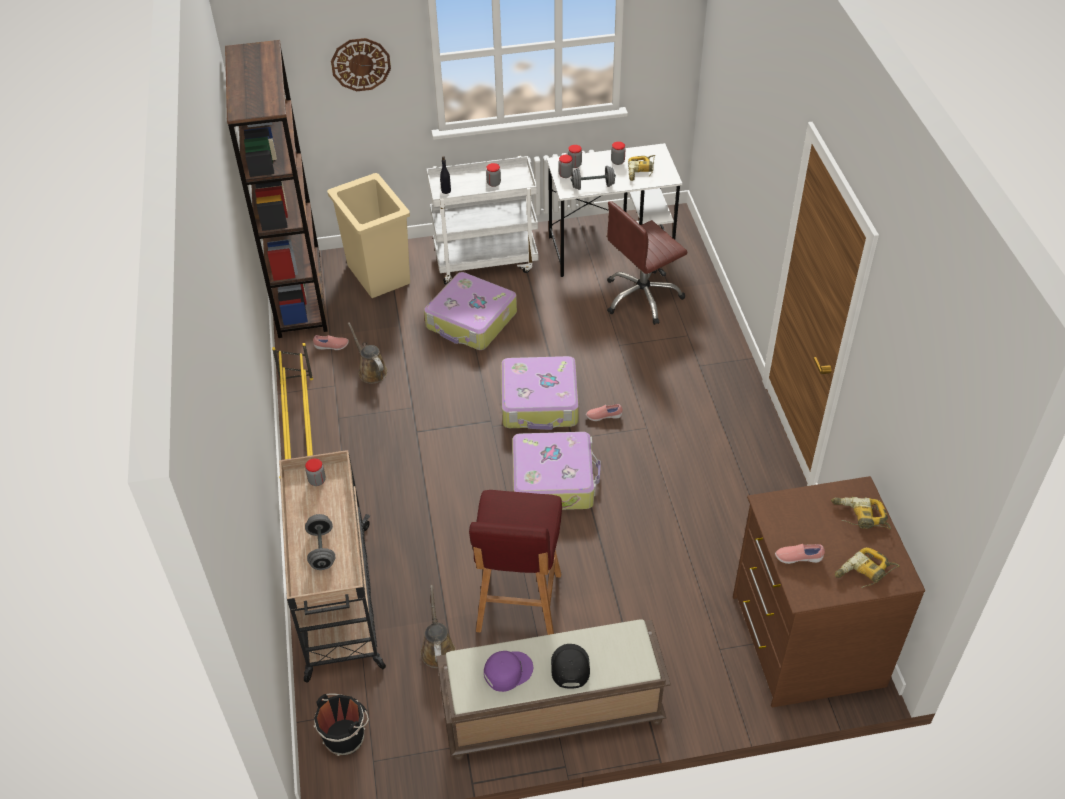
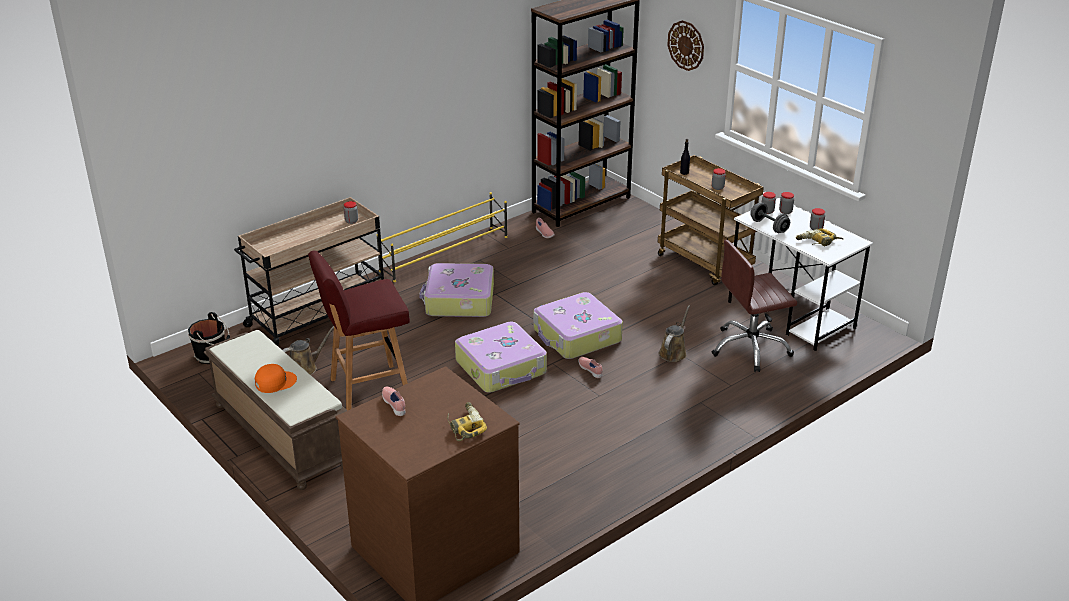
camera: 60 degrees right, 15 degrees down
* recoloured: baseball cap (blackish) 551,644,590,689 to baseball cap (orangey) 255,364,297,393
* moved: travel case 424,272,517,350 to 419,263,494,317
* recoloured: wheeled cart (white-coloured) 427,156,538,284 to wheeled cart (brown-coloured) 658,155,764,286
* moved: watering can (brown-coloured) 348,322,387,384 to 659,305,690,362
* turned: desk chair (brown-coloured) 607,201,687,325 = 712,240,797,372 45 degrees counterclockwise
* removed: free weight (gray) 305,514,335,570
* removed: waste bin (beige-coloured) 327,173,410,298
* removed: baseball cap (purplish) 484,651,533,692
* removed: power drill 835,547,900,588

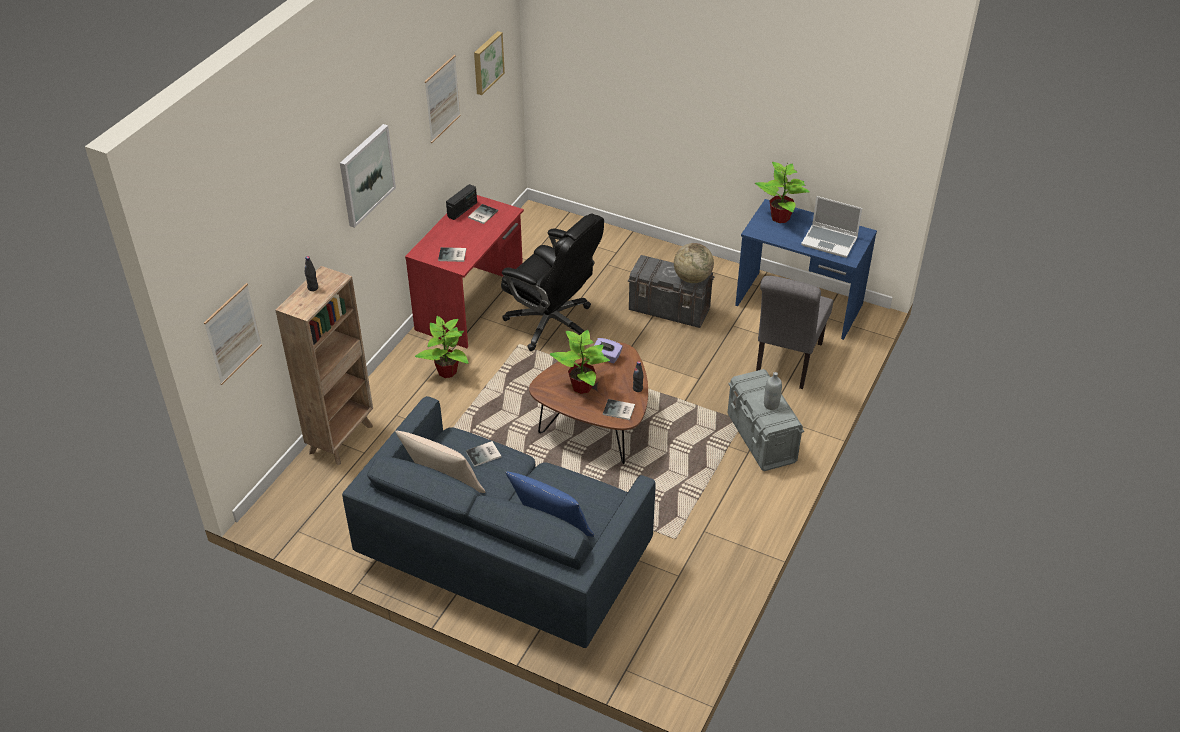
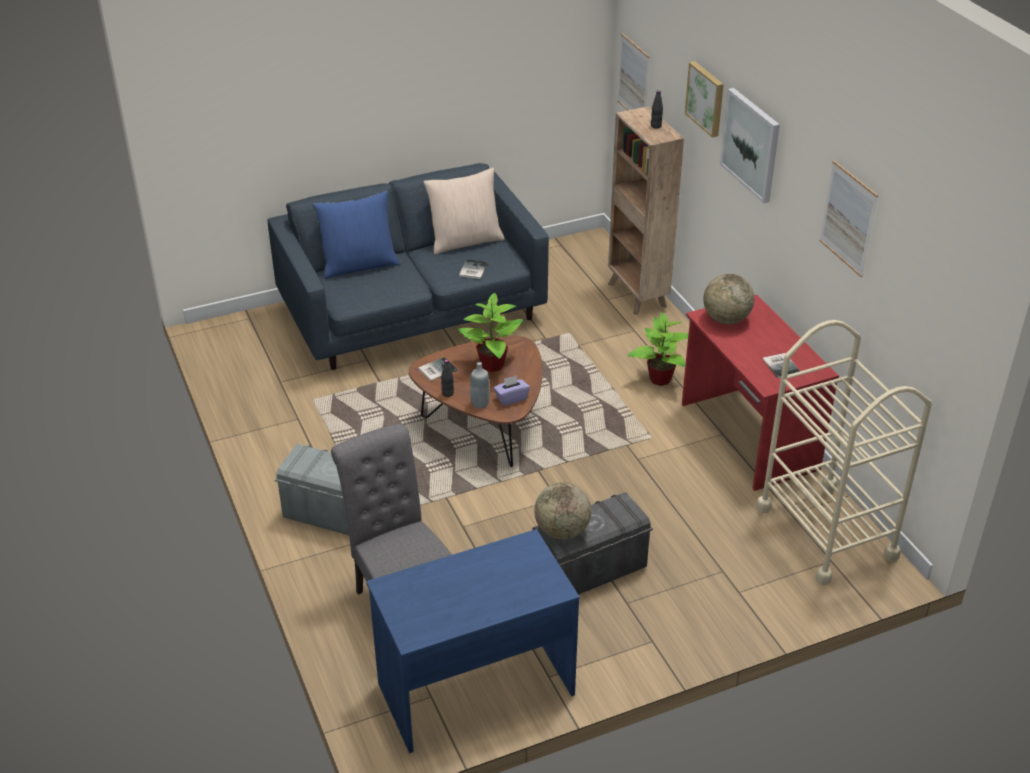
camera: 130 degrees right, 5 degrees down
* moved: bottle (gray) 764,372,782,410 to 470,362,489,409
* moved: wall picture 474,31,505,95 to 685,61,724,137
* replaced: bound book 438,247,466,262 to desk globe 703,274,754,324
* added: wheeled cart (beige-coloured) 756,320,932,585
* removed: radio 446,184,477,220
* removed: desk chair (blackish) 501,214,604,351
* removed: plant in a pot 755,162,810,223
* removed: laptop 801,196,862,258

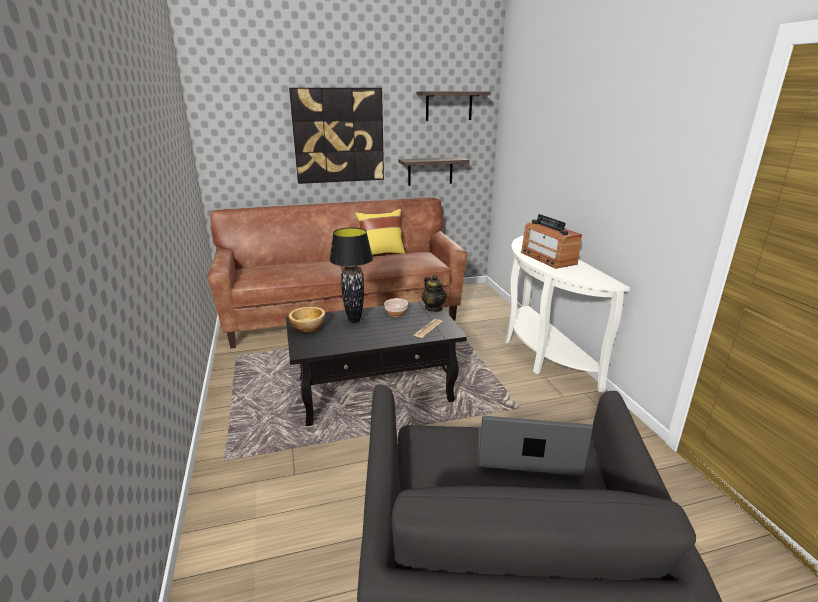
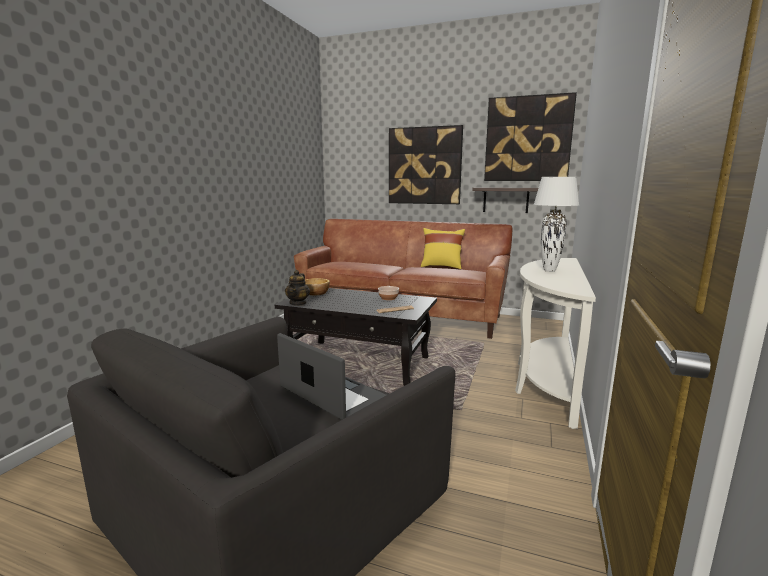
camera: 35 degrees right, 10 degrees down
* moved: pot for tea 422,275,447,312 to 285,270,310,306
* replaced: shelf 416,91,491,121 to wall picture 484,92,577,181
* replaced: radio 521,214,582,269 to table lamp (white-coloured) 534,177,579,272
* removed: table lamp (blackish) 329,228,373,323

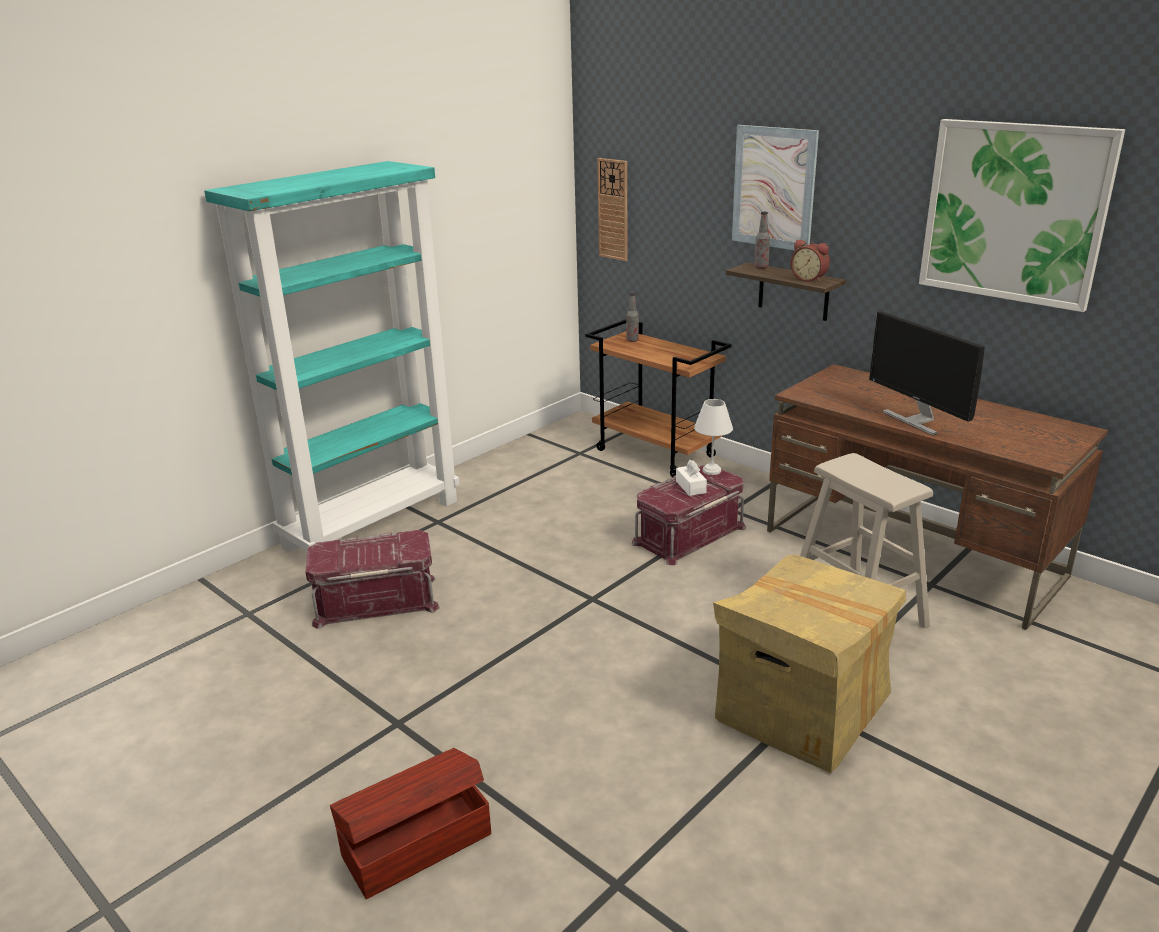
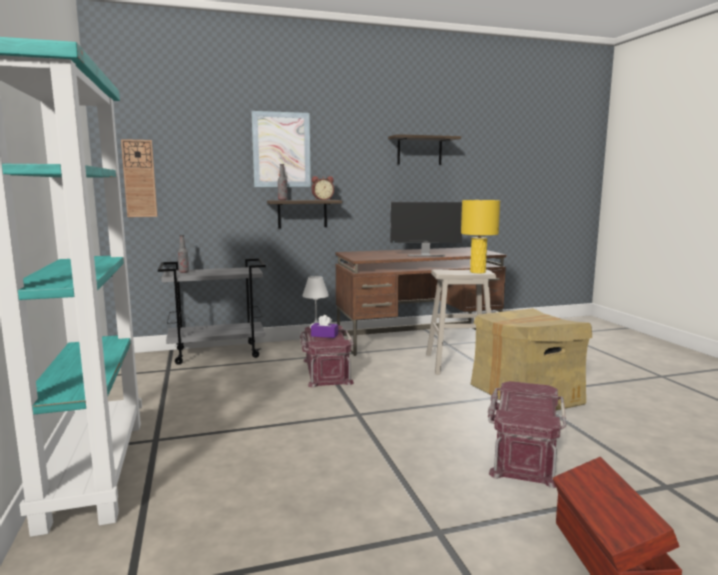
camera: 60 degrees left, 15 degrees down
* recoloured: wheeled cart (brown-coloured) 585,319,731,477 to wheeled cart (gray) 158,258,266,365
* recoloured: tissue box (white-coloured) 676,460,707,496 to tissue box (purplish) 311,315,338,338
* replaced: wall picture 919,119,1125,312 to shelf 388,134,461,165
* added: table lamp (yellow) 461,200,500,273
* moved: storage bin (red) 305,530,440,629 to 488,381,566,488

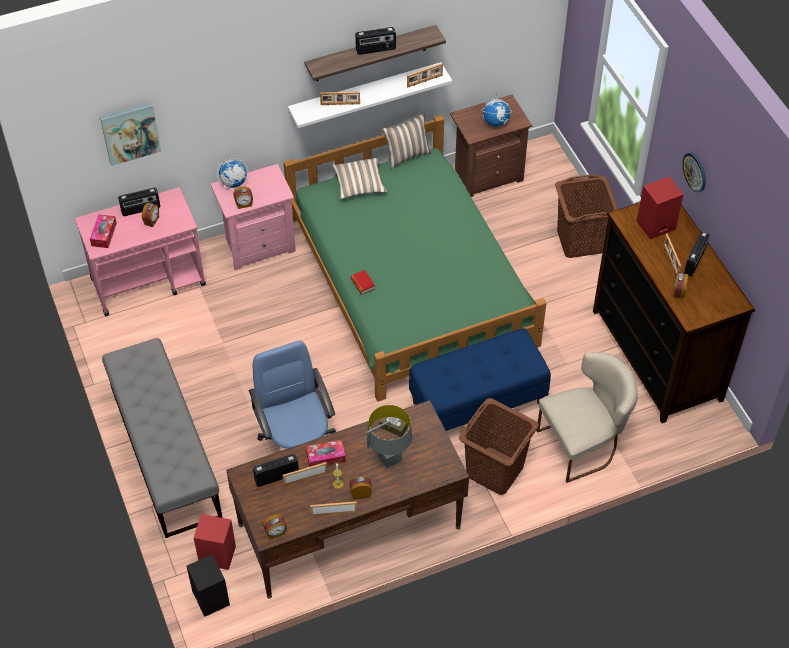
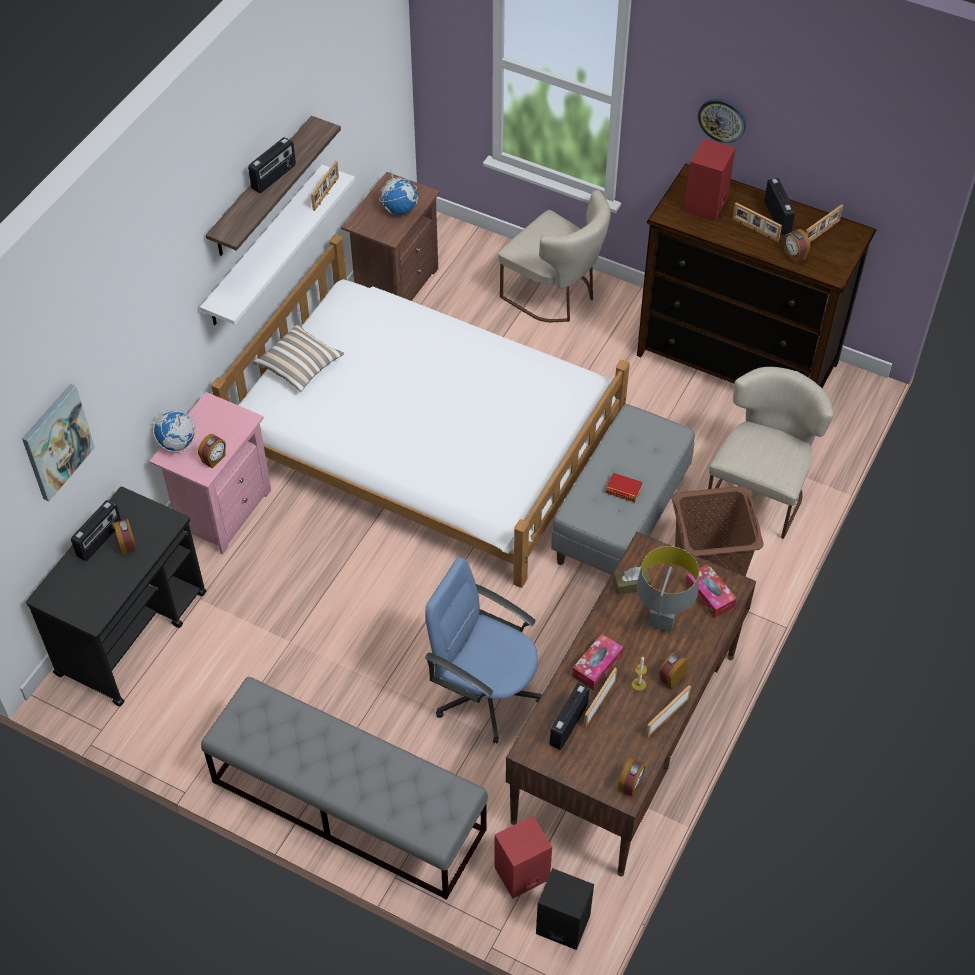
camera: 40 degrees left, 0 degrees up
* recoloured: wheeled cart (pink) 75,188,206,316 to wheeled cart (blackish) 26,487,207,706
* recoloured: sleeping bed (greenish) 283,115,546,402 to sleeping bed (white-coloured) 211,234,630,588
* replaced: hamper (brown-coloured) 555,175,618,258 to chair (beige-coloured) 498,190,611,322
* recoloured: bench (bluish) 409,328,551,431 to bench (gray) 551,404,695,575
* moved: bound book 351,270,375,294 to 606,473,643,502
* moved: tissue box 90,214,117,248 to 686,564,737,619
* moved: standing frame 320,91,360,105 to 806,204,843,242
* removed: throw pillow 382,112,431,169

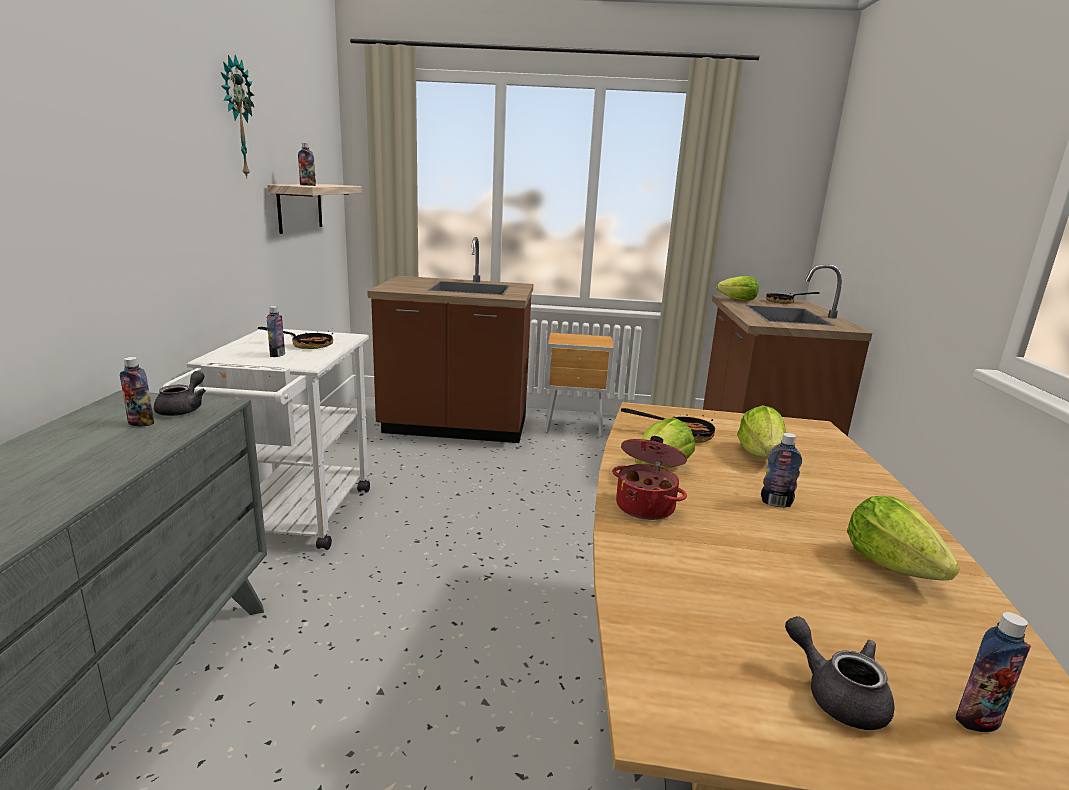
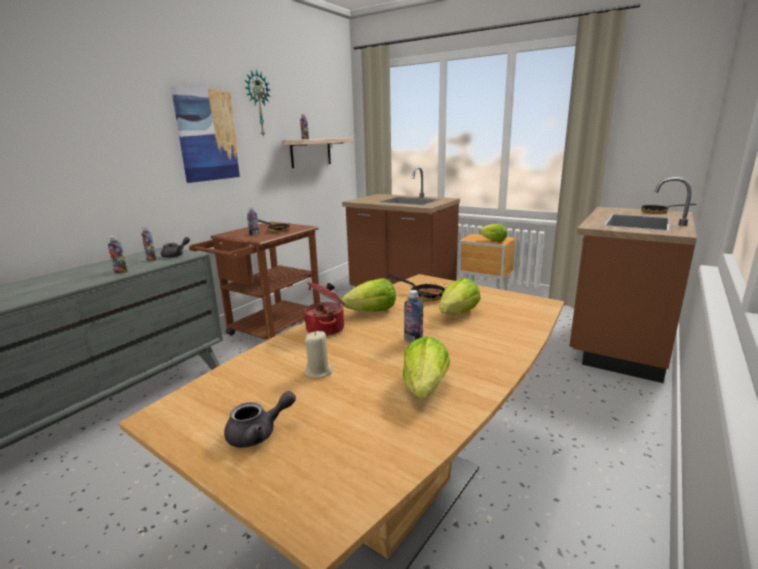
camera: 30 degrees right, 0 degrees up
* moved: bottle 956,612,1031,732 to 108,236,127,273
* added: wall picture 171,87,241,183
* recoloured: wheeled cart (white-coloured) 163,329,370,550 to wheeled cart (brown-coloured) 189,221,320,340
* turned: pot for tea (gray) 785,616,895,730 = 224,391,296,448 75 degrees clockwise
* added: candle (beige-coloured) 305,331,332,378
* moved: lettuce 716,276,759,301 to 479,224,507,242

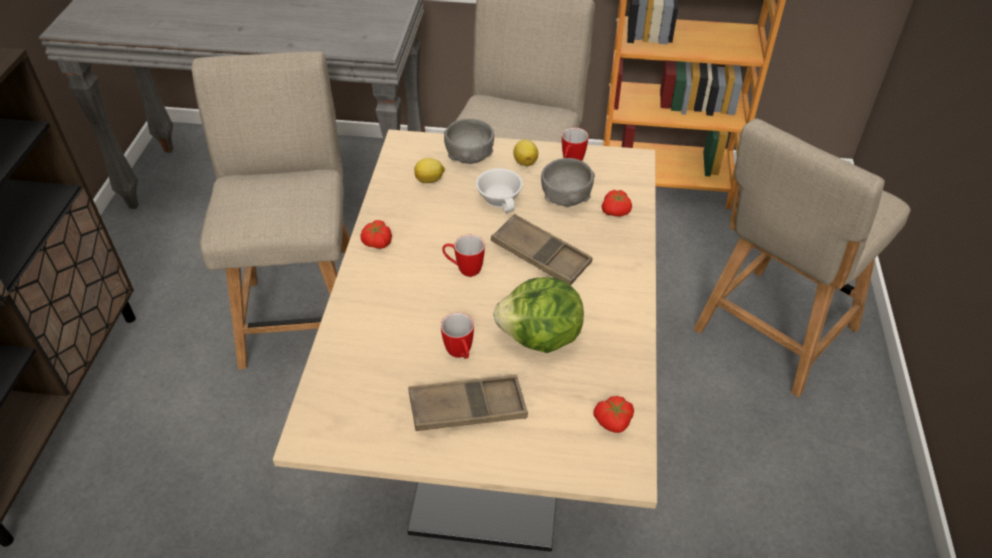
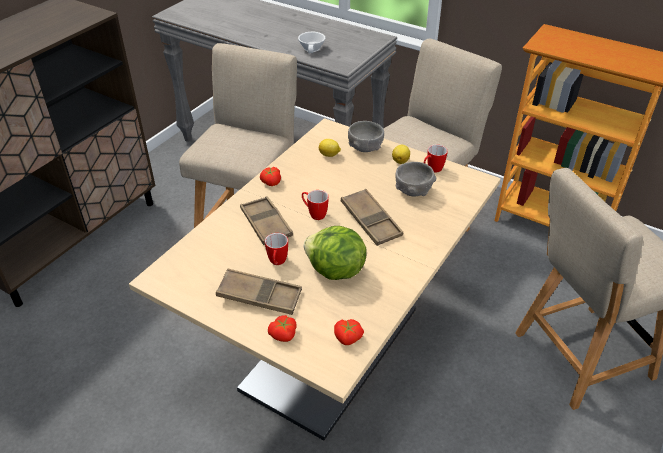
camera: 25 degrees right, 5 degrees down
* added: carrying tray (brown-coloured) 240,196,293,245
* moved: tomato 602,190,632,217 to 268,315,296,342
* moved: cup (white-coloured) 476,168,523,213 to 298,32,325,53

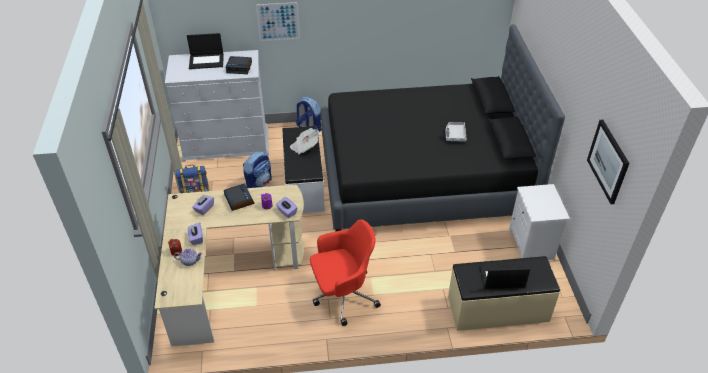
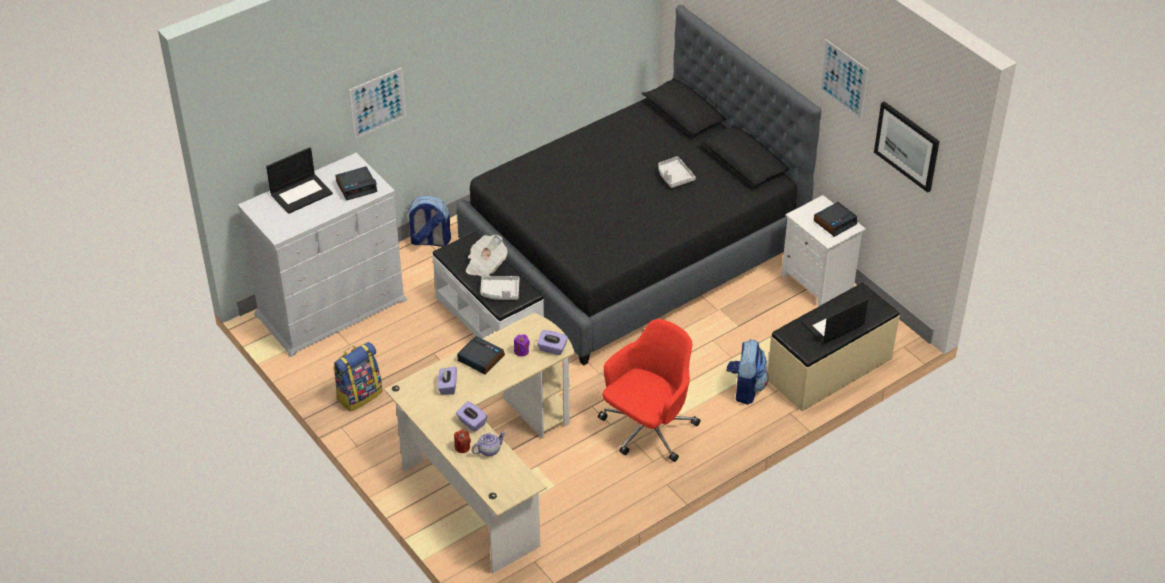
camera: 30 degrees left, 0 degrees up
* added: carrying tray (gray) 480,276,519,300
* moved: knapsack 243,152,272,188 to 726,339,768,405
* added: alarm clock 814,202,857,237
* added: wall picture 819,39,869,120

